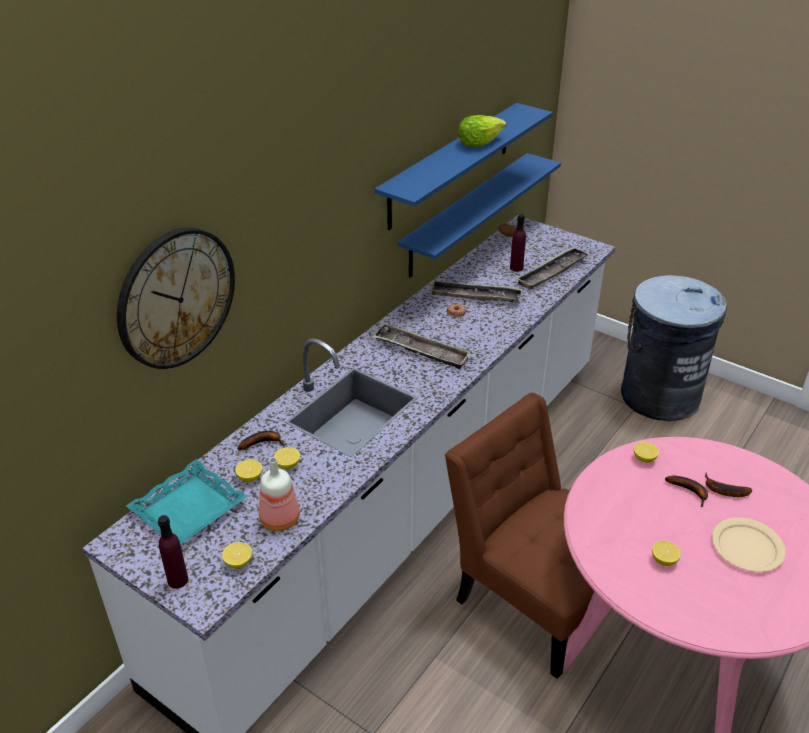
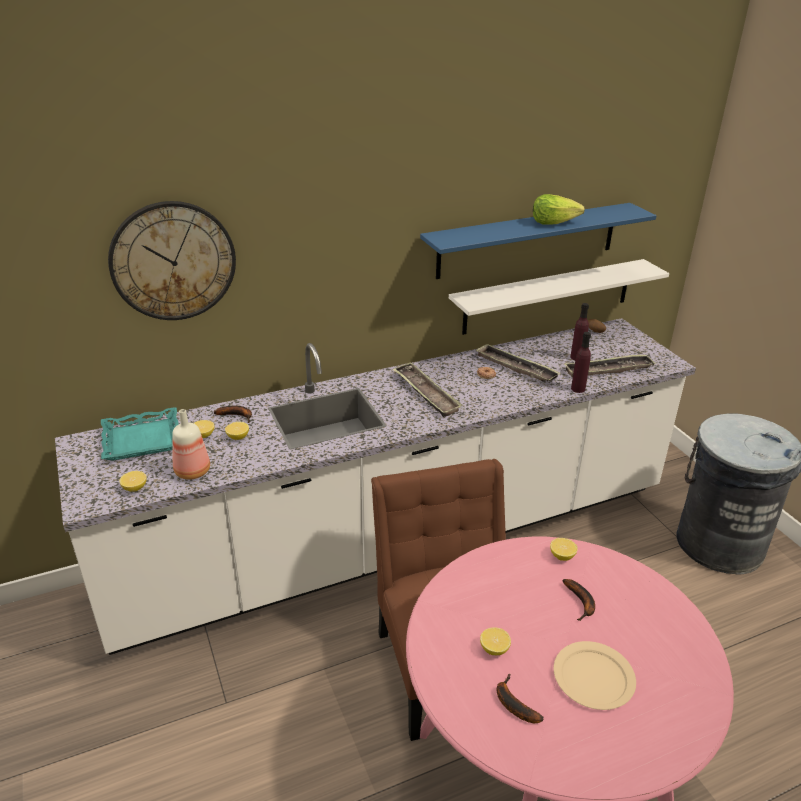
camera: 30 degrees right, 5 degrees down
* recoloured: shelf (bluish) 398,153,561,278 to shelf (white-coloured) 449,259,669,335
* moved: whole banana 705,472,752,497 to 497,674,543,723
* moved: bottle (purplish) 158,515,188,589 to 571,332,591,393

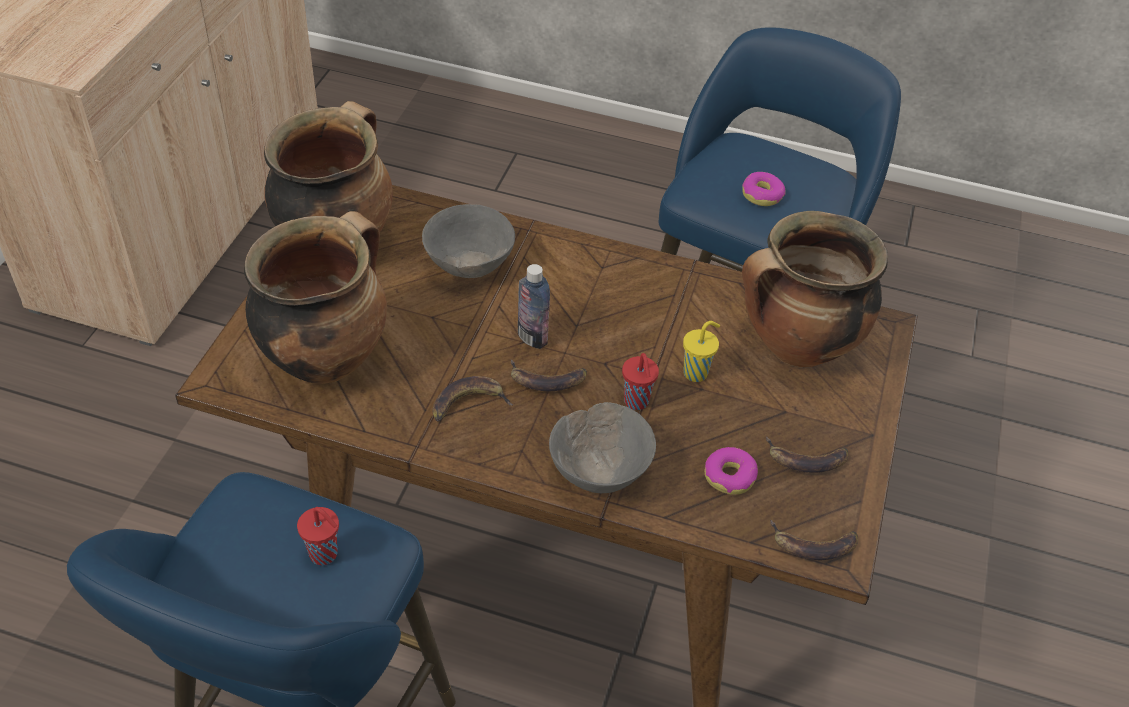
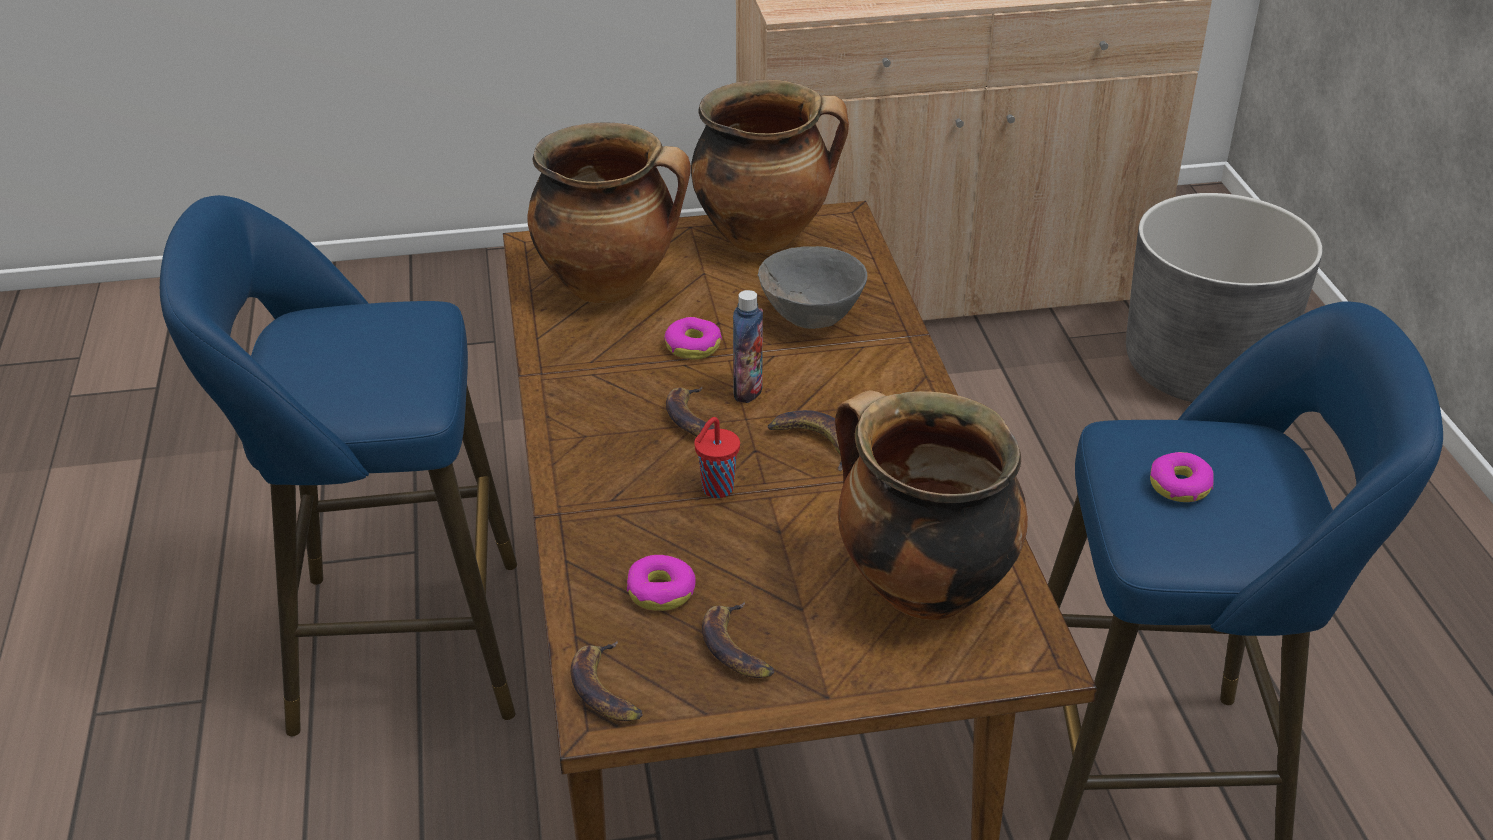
camera: 65 degrees right, 10 degrees down
* added: ring doughnut 664,317,722,360
* moved: whole banana 433,376,514,421 to 768,410,842,471
* added: flower pot (gray) 1126,193,1323,402
* removed: cup (red) 297,507,339,565
* removed: bowl (gray) 549,402,656,493
* removed: cup (yellow) 683,321,720,382

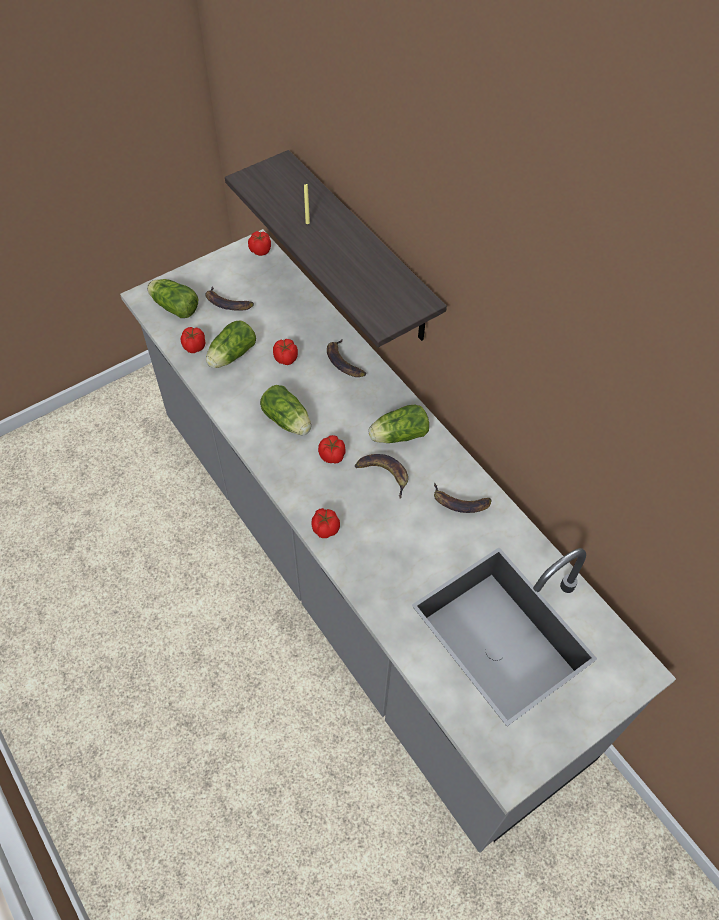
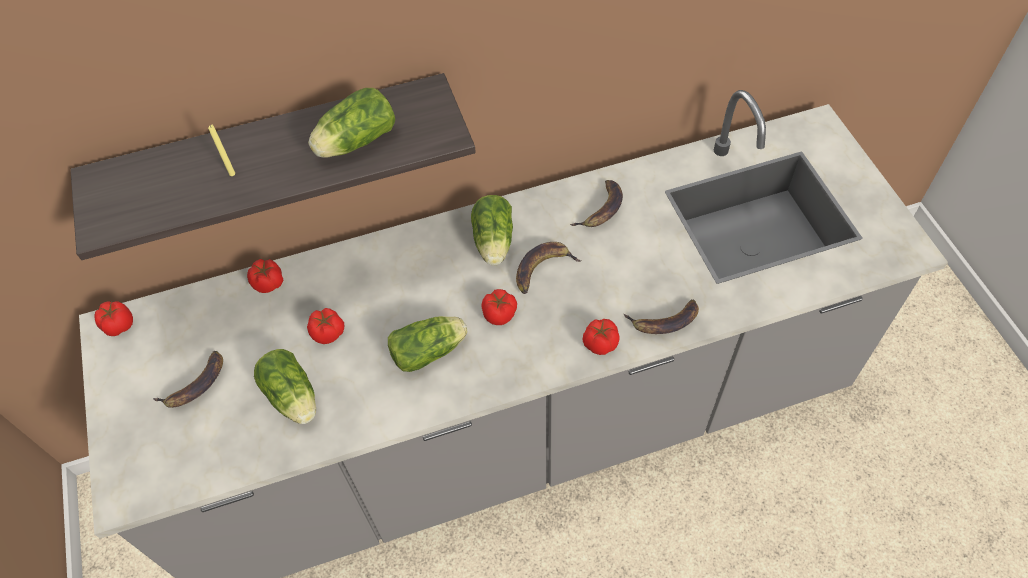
camera: 70 degrees left, 0 degrees up
* moved: tomato 181,327,205,353 to 247,259,283,293
* moved: lettuce 147,279,198,318 to 308,88,395,158
* moved: whole banana 327,339,366,377 to 624,299,699,334

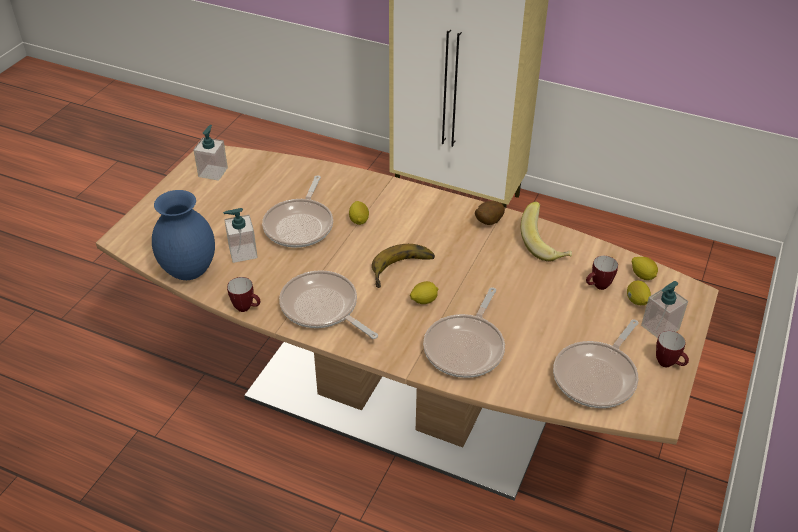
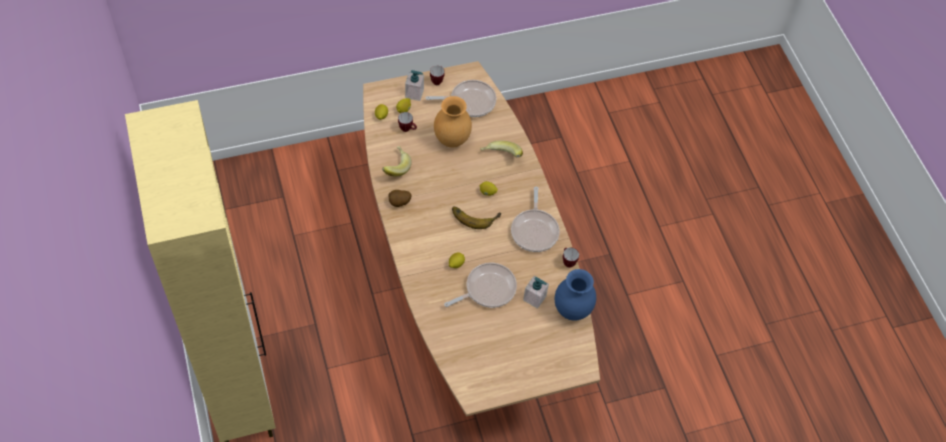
camera: 135 degrees left, 15 degrees up
* added: flower vase (brown-coloured) 434,96,472,148
* replaced: skillet 423,288,505,378 to whole banana 480,140,523,158
* removed: soap bottle 193,125,228,181

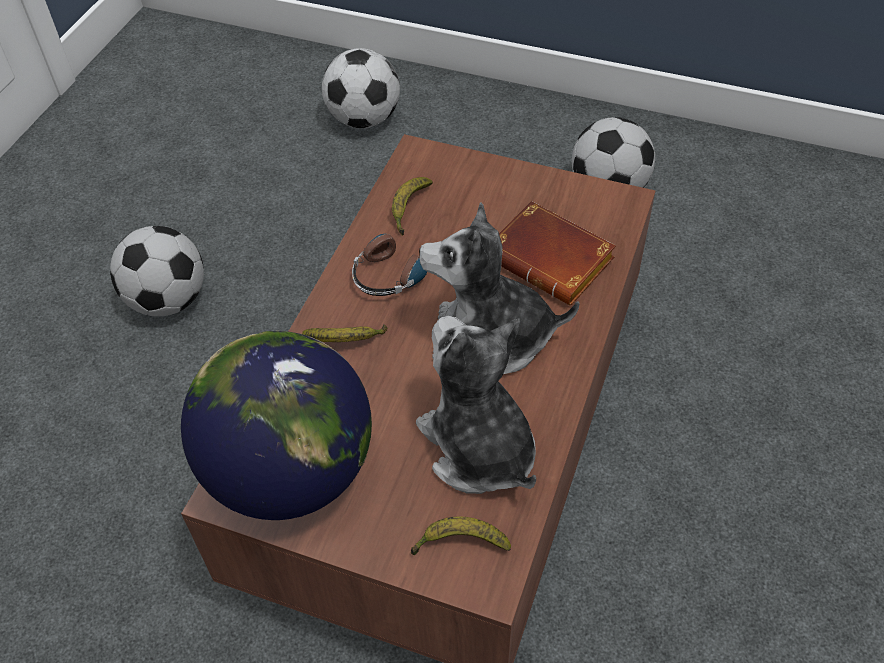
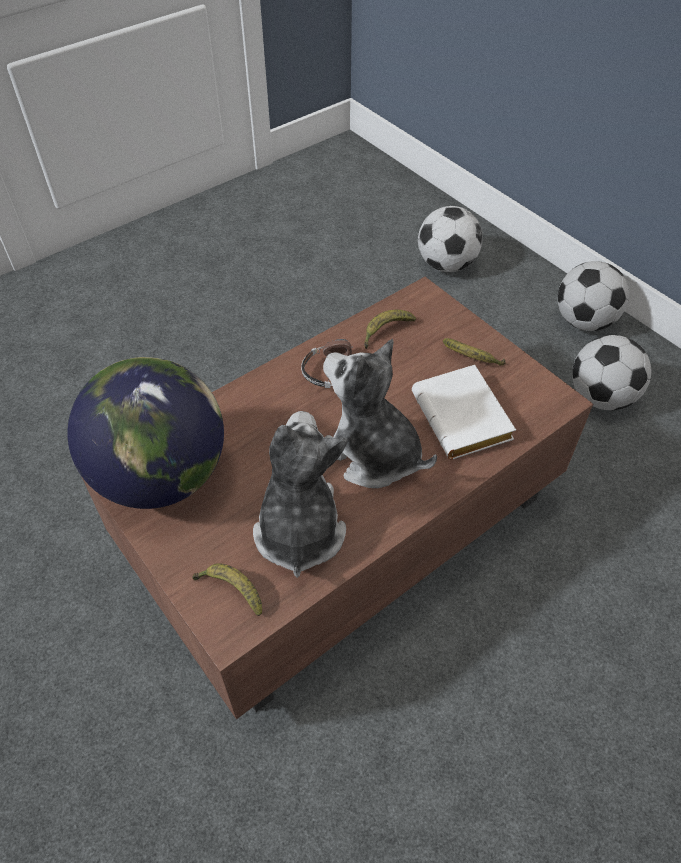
camera: 30 degrees right, 0 degrees up
* recoloured: bound book (brown-coloured) 499,201,616,305 to bound book (white-coloured) 412,365,516,460
* moved: whole banana 302,324,388,342 to 443,338,506,365
* moved: football 110,226,204,317 to 558,261,629,331

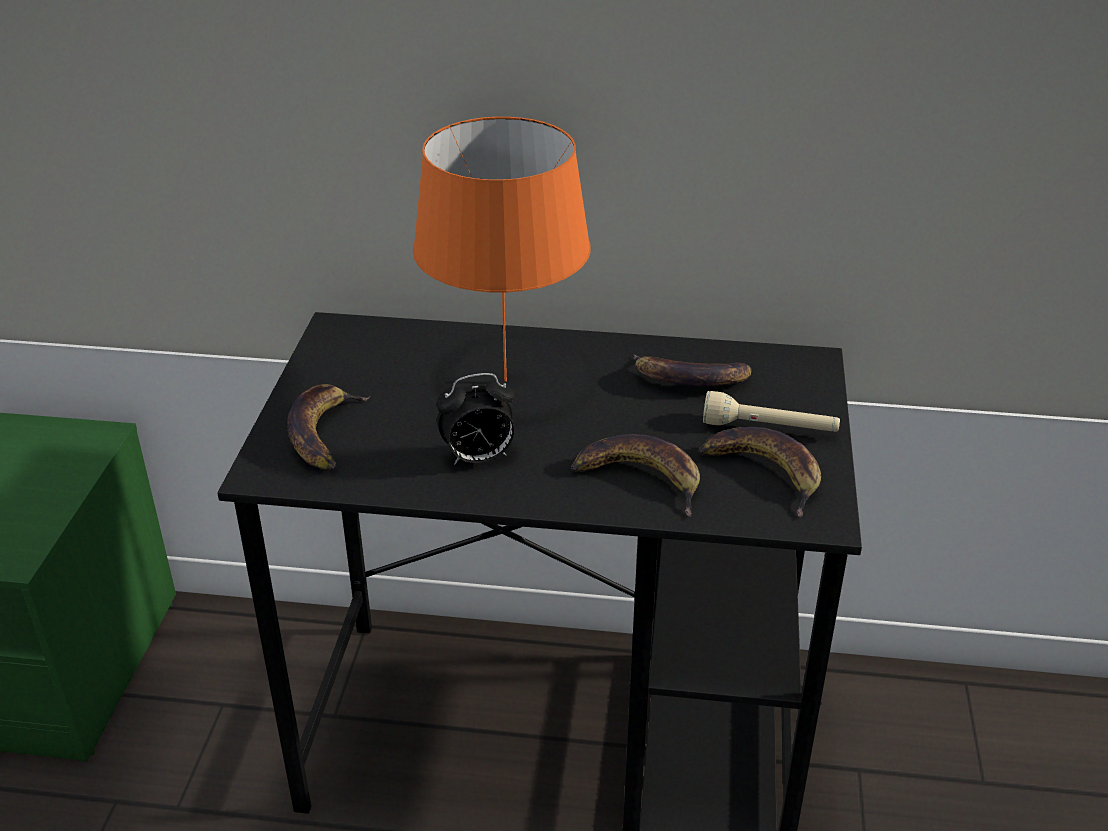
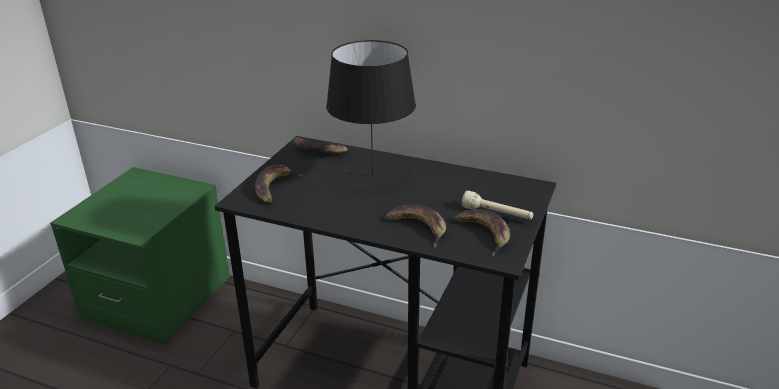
camera: 15 degrees right, 5 degrees down
* moved: whole banana 633,354,752,386 to 294,137,348,154
* recoloured: table lamp (orangey) 413,117,591,381 to table lamp (blackish) 326,40,416,176
* removed: alarm clock 437,373,515,465

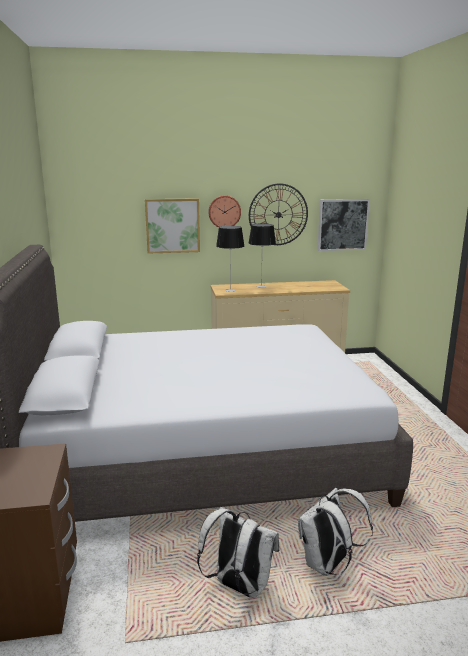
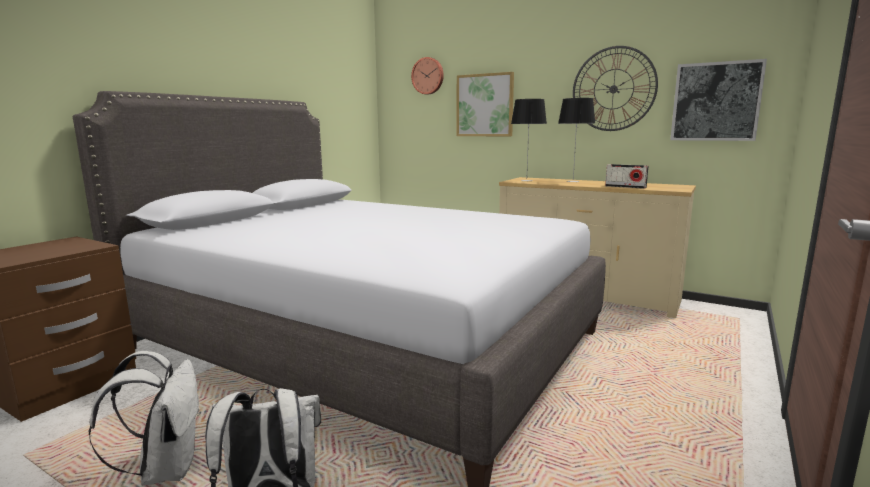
camera: 40 degrees right, 5 degrees down
* moved: hanging clock 208,195,241,228 to 411,57,444,95
* added: radio 605,164,649,189

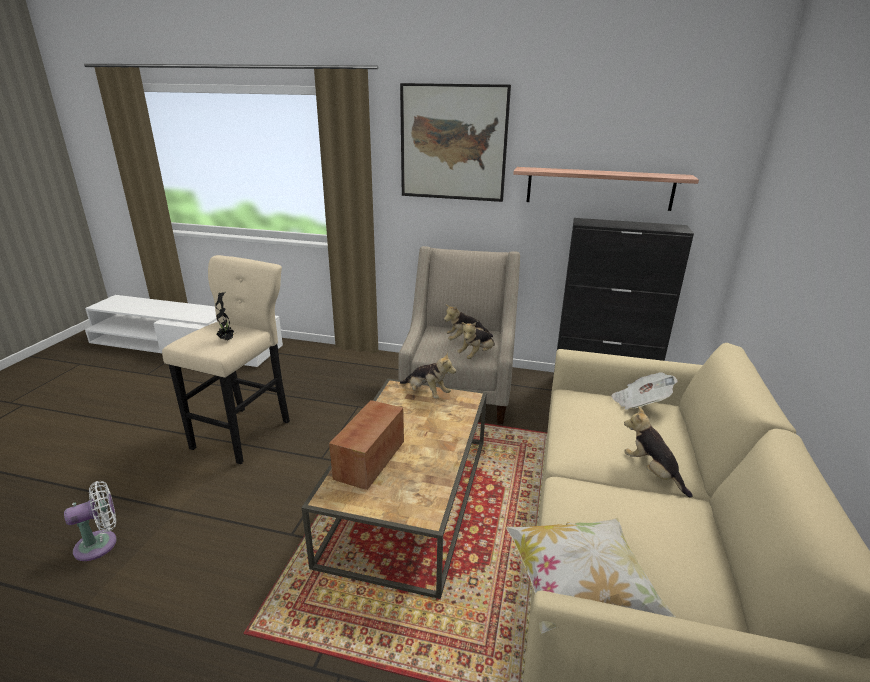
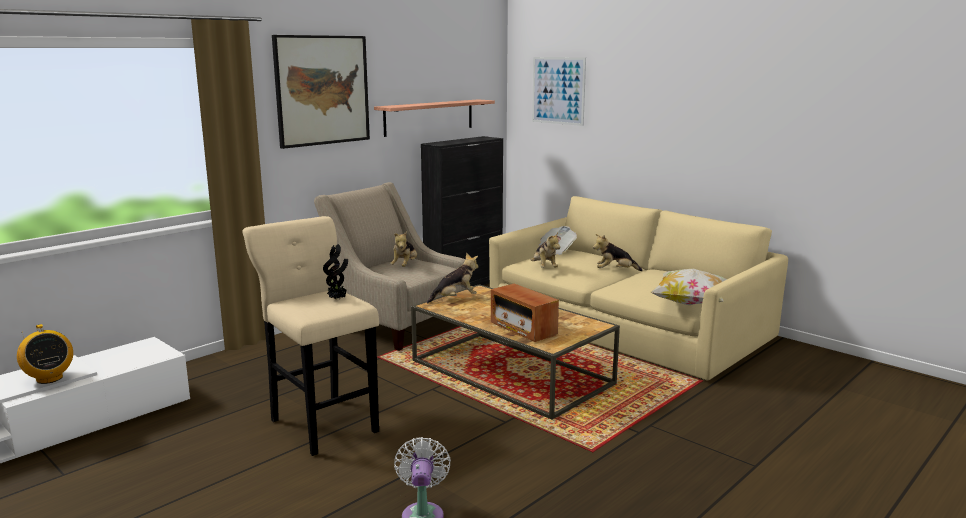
camera: 60 degrees left, 10 degrees down
* added: radio 17,324,73,384
* moved: cuddly toy 457,322,495,359 to 531,233,560,268
* added: wall picture 532,57,586,126

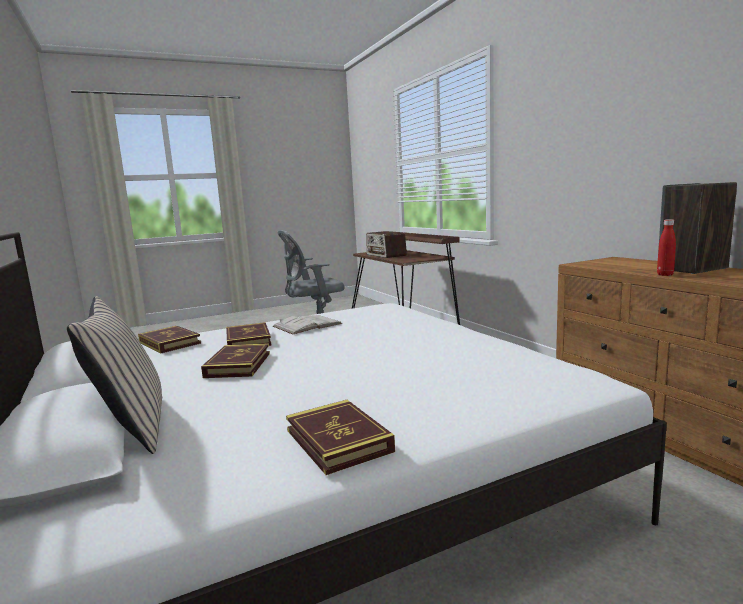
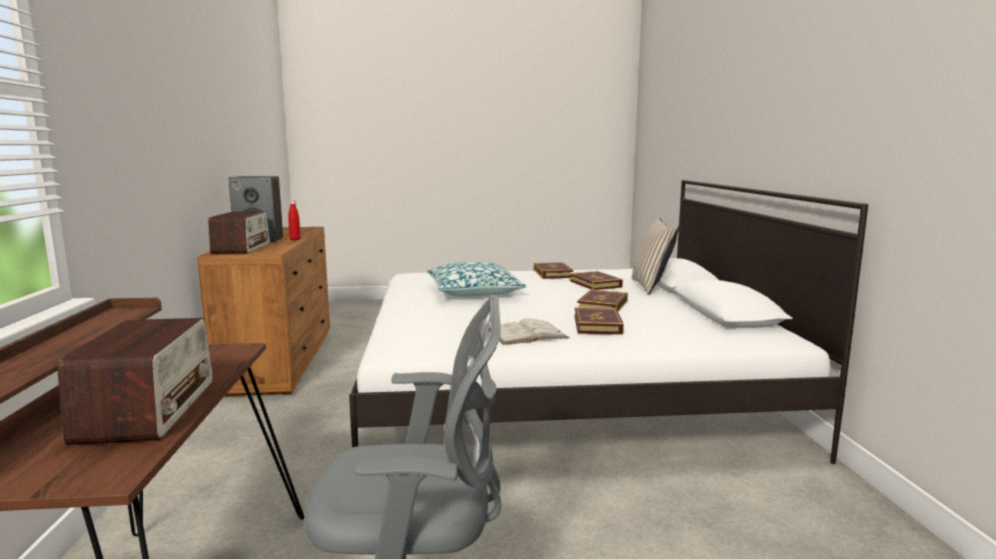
camera: 160 degrees left, 0 degrees up
* added: radio 208,211,270,254
* added: throw pillow 427,262,527,297
* moved: bound book 138,326,201,354 to 569,271,623,290

